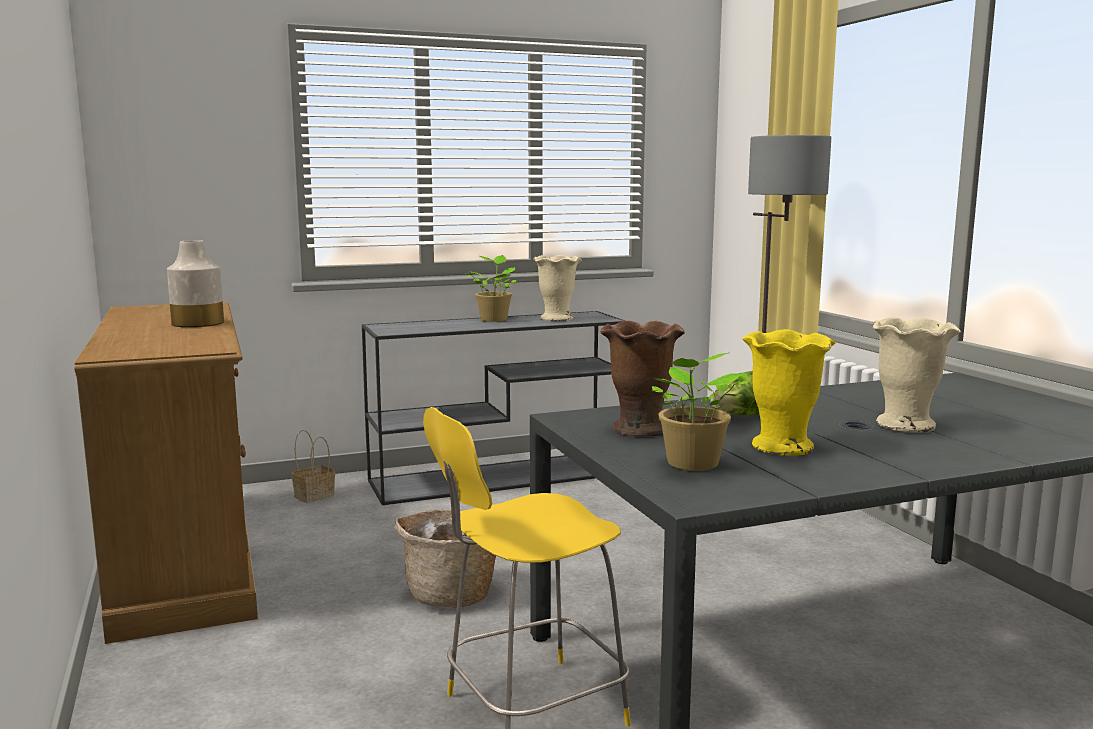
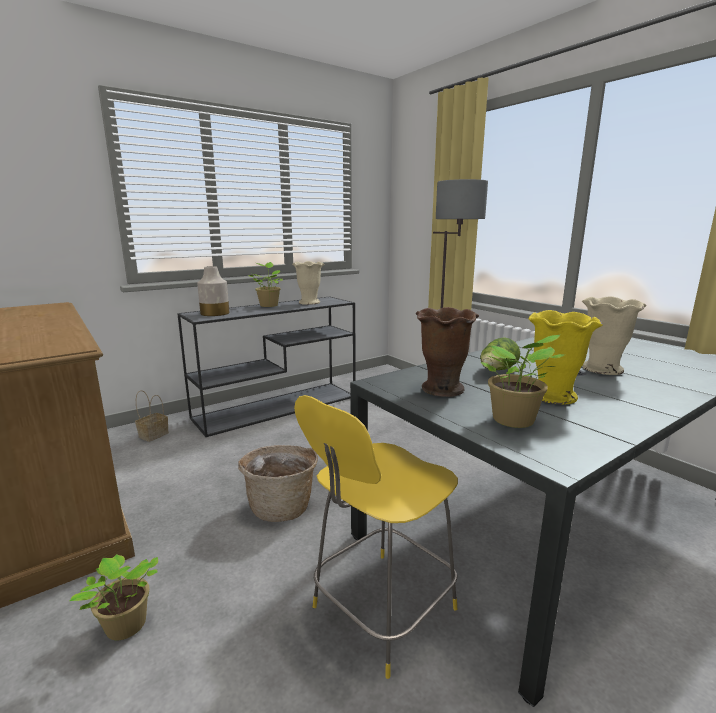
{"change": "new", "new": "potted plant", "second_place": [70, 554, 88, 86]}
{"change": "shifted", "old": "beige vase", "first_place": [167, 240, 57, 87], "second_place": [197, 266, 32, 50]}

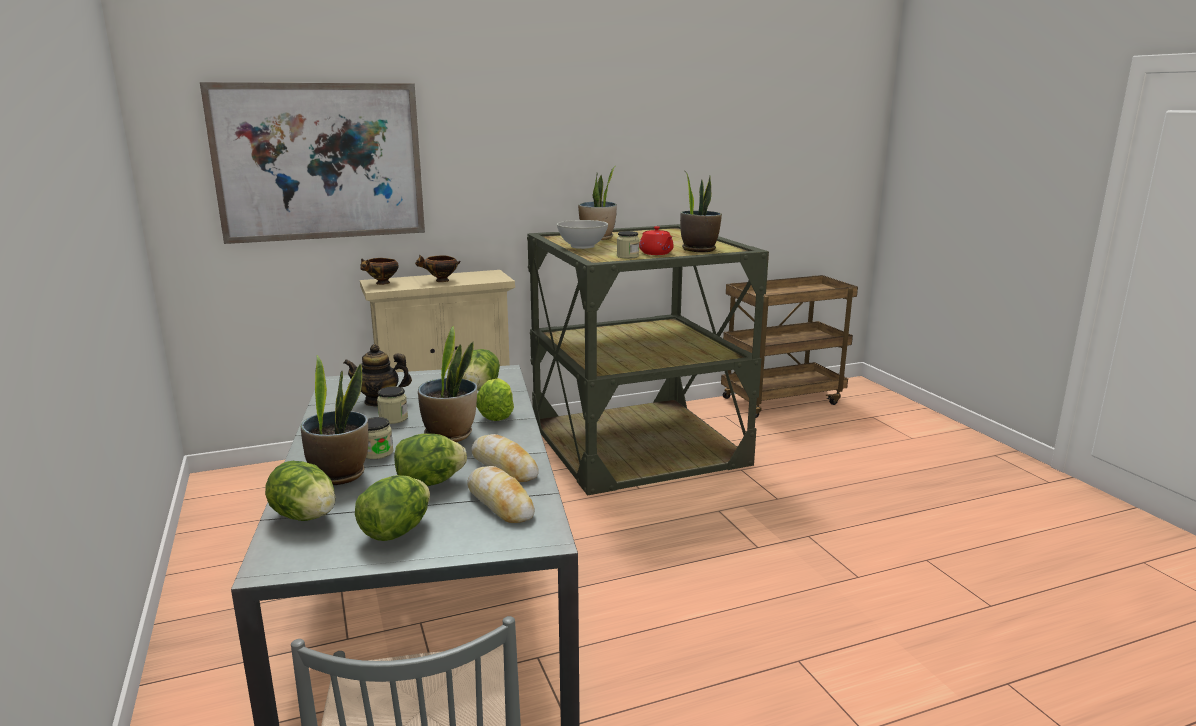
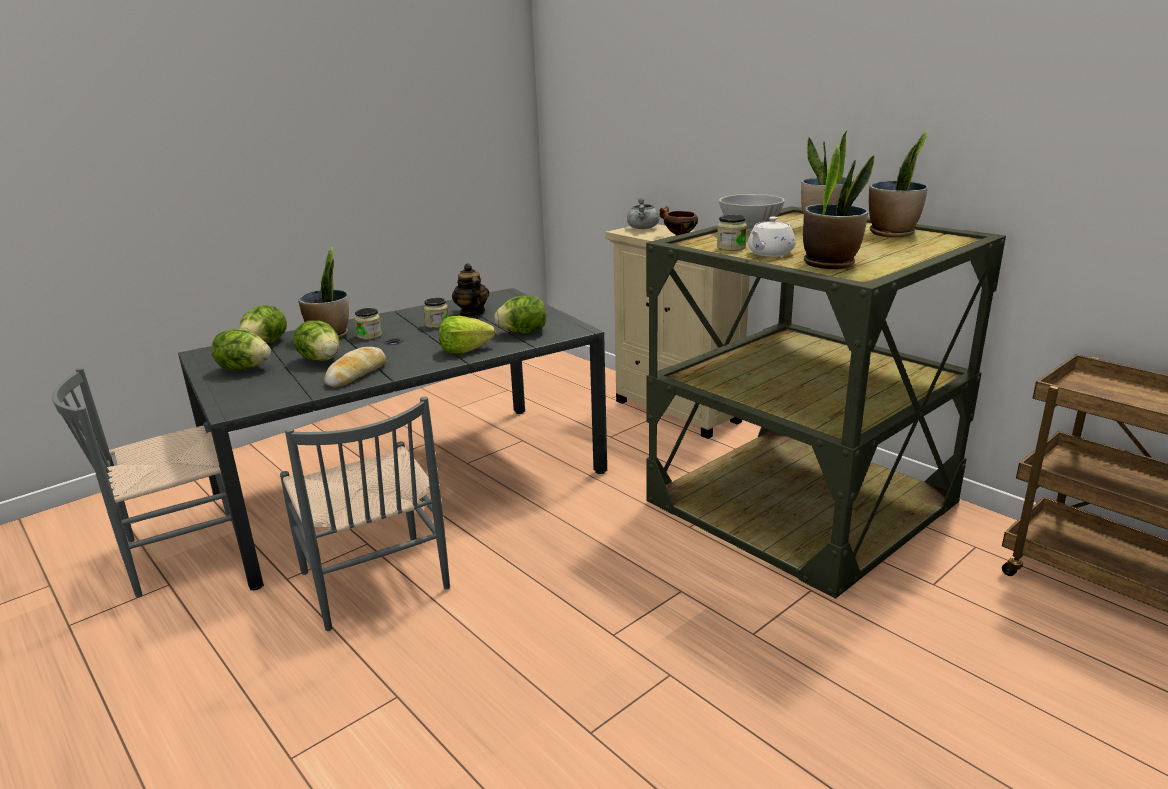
{"change": "gone", "old": "picture", "first_place": [200, 82, 225, 162]}
{"change": "gone", "old": "bread", "first_place": [467, 466, 68, 57]}
{"change": "new", "new": "grey chair", "second_place": [280, 397, 170, 234]}
{"change": "shifted", "old": "potted plant", "first_place": [418, 326, 59, 116], "second_place": [869, 129, 60, 108]}
{"change": "swapped", "old": "bowl", "new": "grey cooking pot", "first_place": [360, 258, 39, 27], "second_place": [627, 198, 32, 31]}
{"change": "repainted", "old": "red teapot", "new": "white teapot", "first_place": [639, 226, 35, 29], "second_place": [748, 217, 48, 40]}

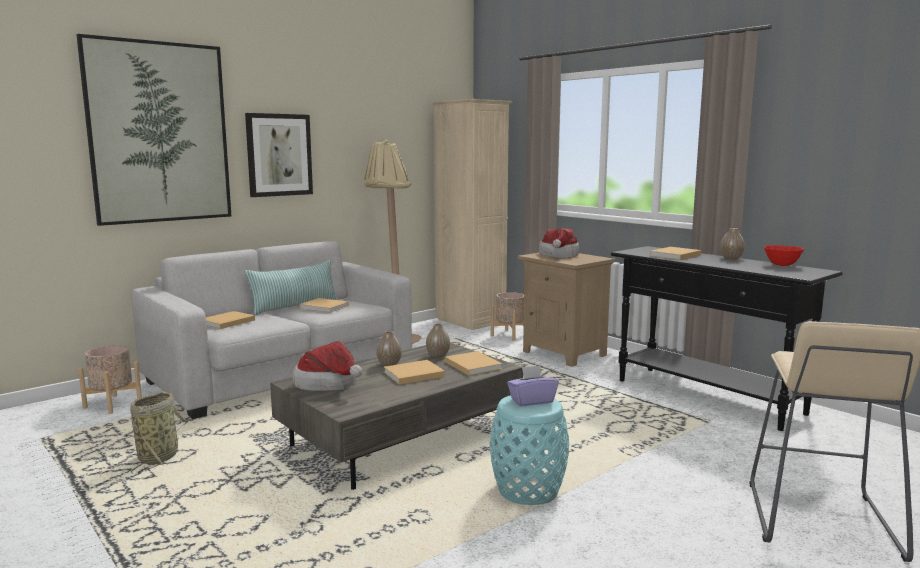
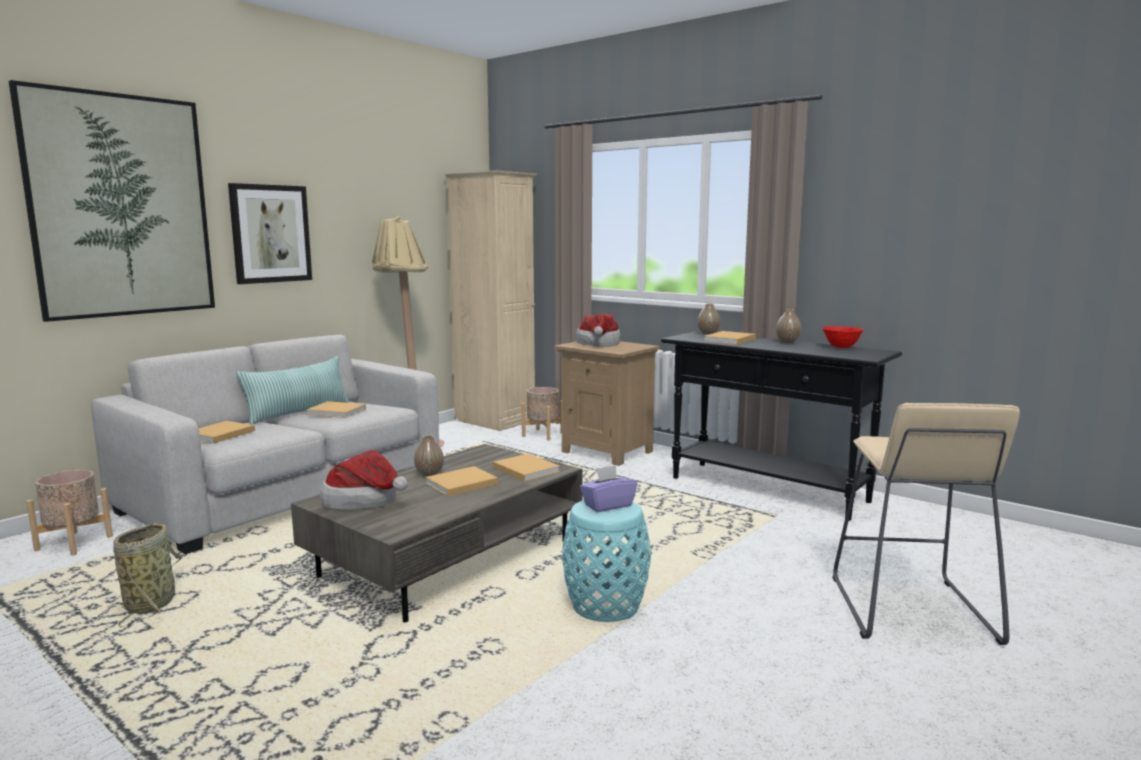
{"change": "shifted", "old": "vase", "first_place": [426, 323, 24, 34], "second_place": [697, 304, 23, 30]}

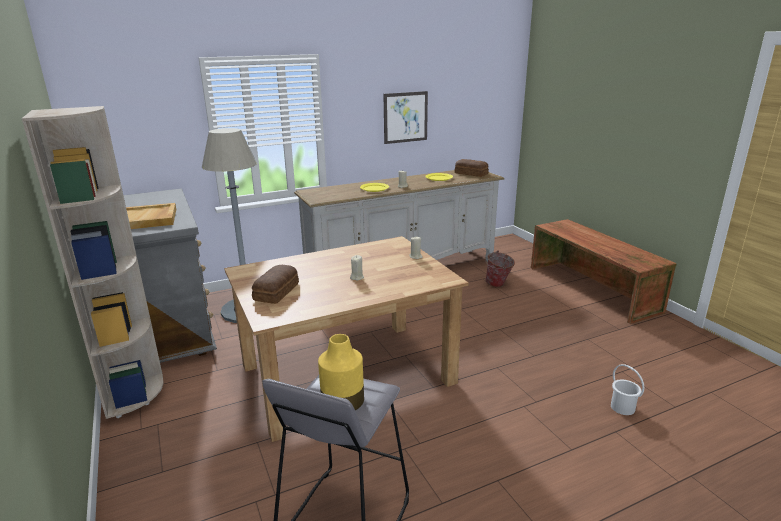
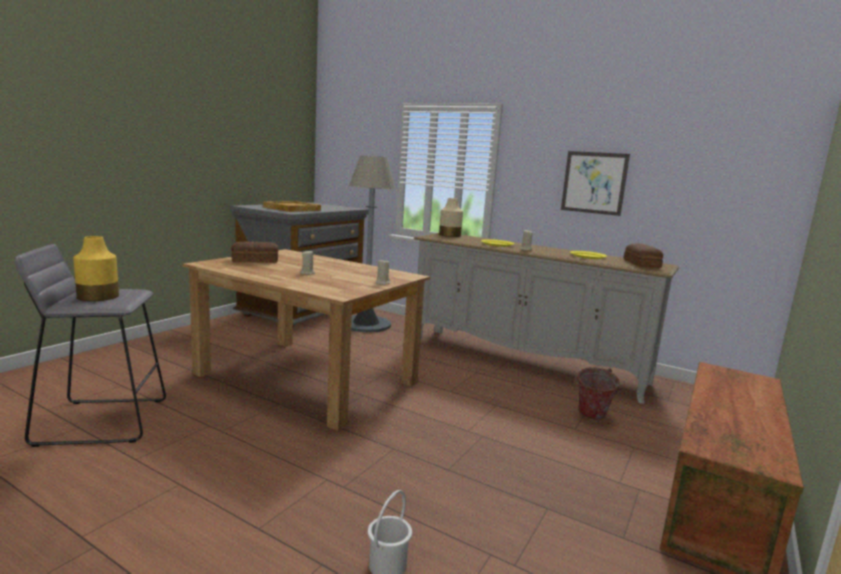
{"change": "gone", "old": "beige bookcase", "first_place": [22, 106, 141, 313]}
{"change": "new", "new": "beige vase", "second_place": [439, 198, 24, 39]}

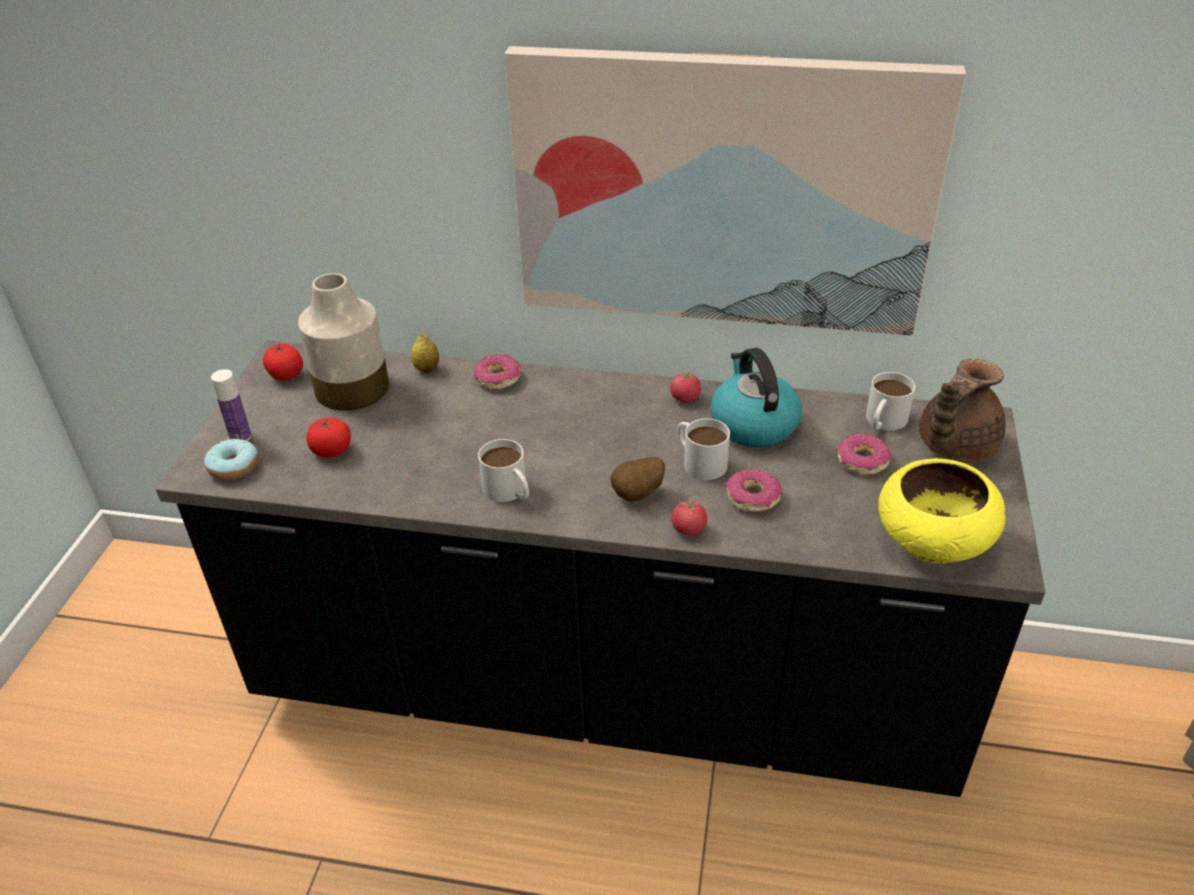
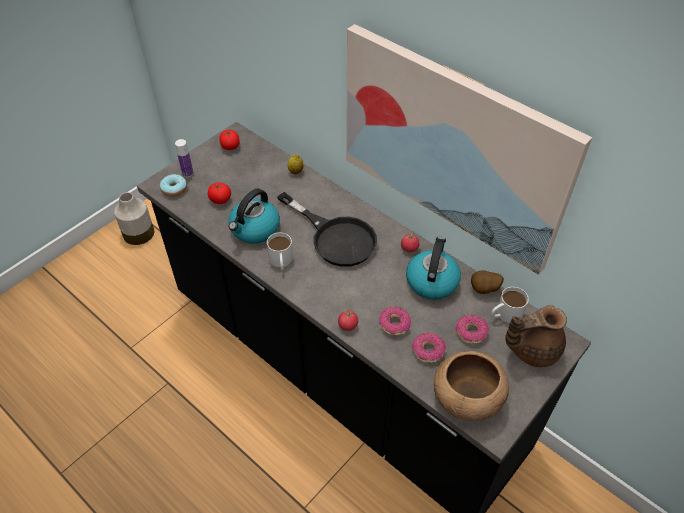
{"change": "gone", "old": "white mug", "first_place": [676, 418, 54, 62]}
{"change": "new", "new": "kettle", "second_place": [229, 189, 51, 54]}
{"change": "new", "new": "black frying pan", "second_place": [277, 192, 100, 75]}
{"change": "shifted", "old": "beige vase", "first_place": [298, 273, 91, 137], "second_place": [114, 192, 40, 53]}
{"change": "shifted", "old": "donut", "first_place": [474, 354, 47, 36], "second_place": [412, 333, 34, 30]}
{"change": "shifted", "old": "potato", "first_place": [610, 457, 55, 44], "second_place": [471, 270, 33, 24]}
{"change": "repainted", "old": "yellow bowl", "new": "brown bowl", "first_place": [878, 458, 127, 105], "second_place": [434, 351, 75, 70]}

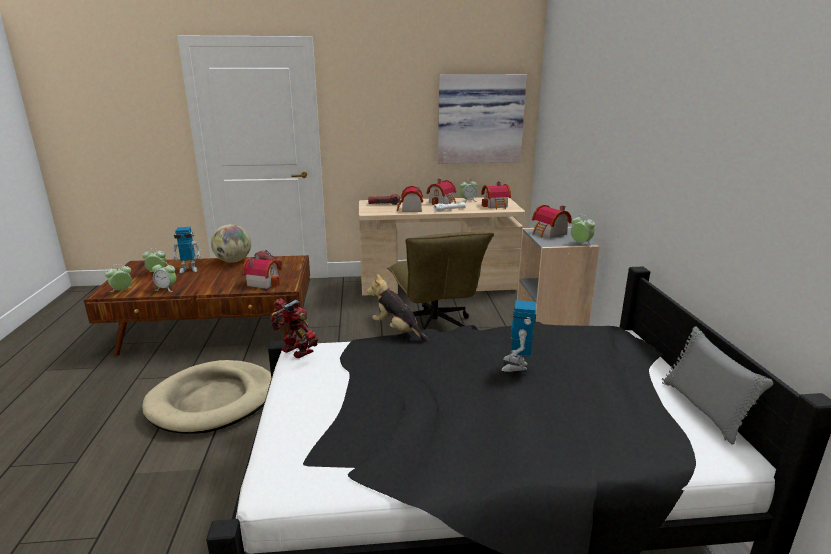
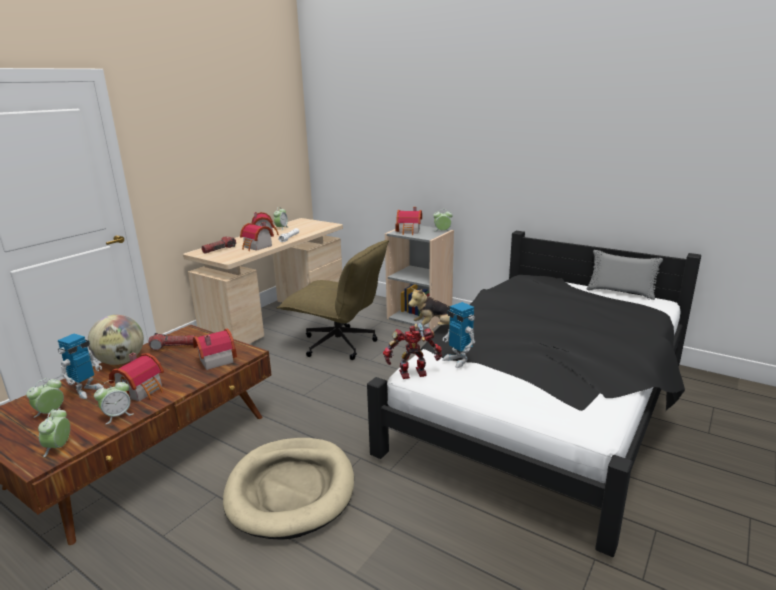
{"change": "gone", "old": "picture", "first_place": [438, 75, 89, 89]}
{"change": "shifted", "old": "toy house", "first_place": [481, 181, 30, 29], "second_place": [109, 353, 55, 49]}
{"change": "shifted", "old": "toy robot", "first_place": [501, 300, 36, 72], "second_place": [443, 302, 32, 66]}

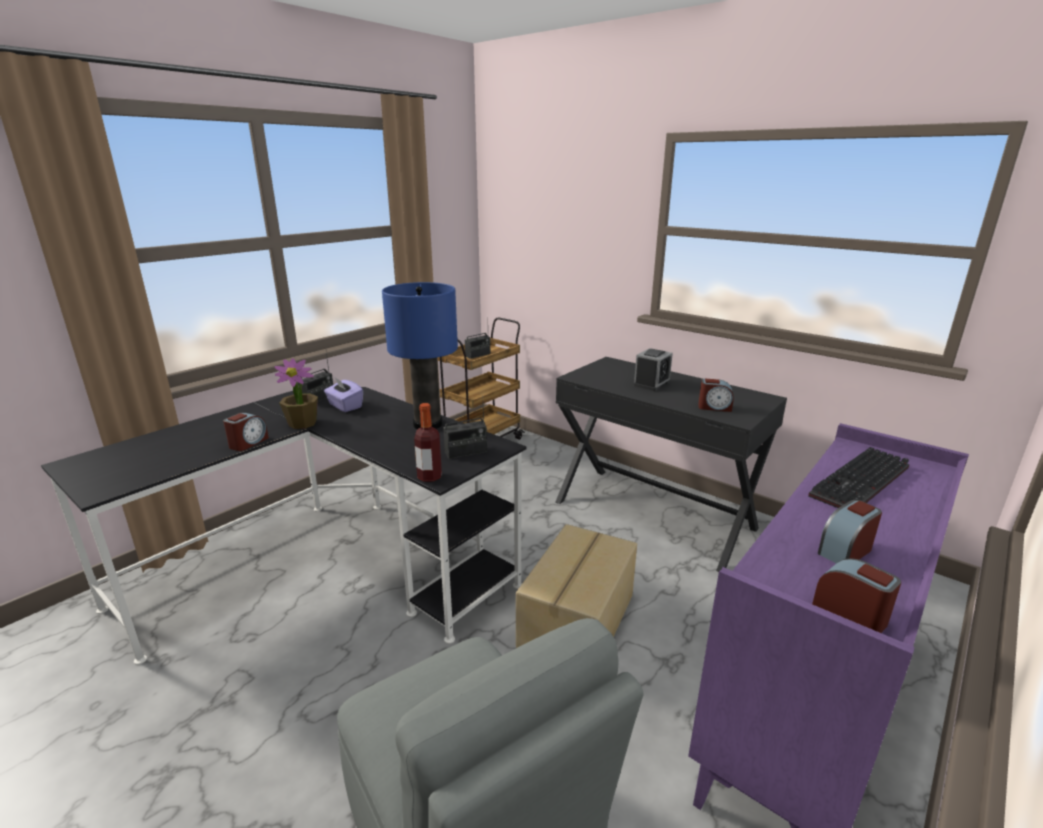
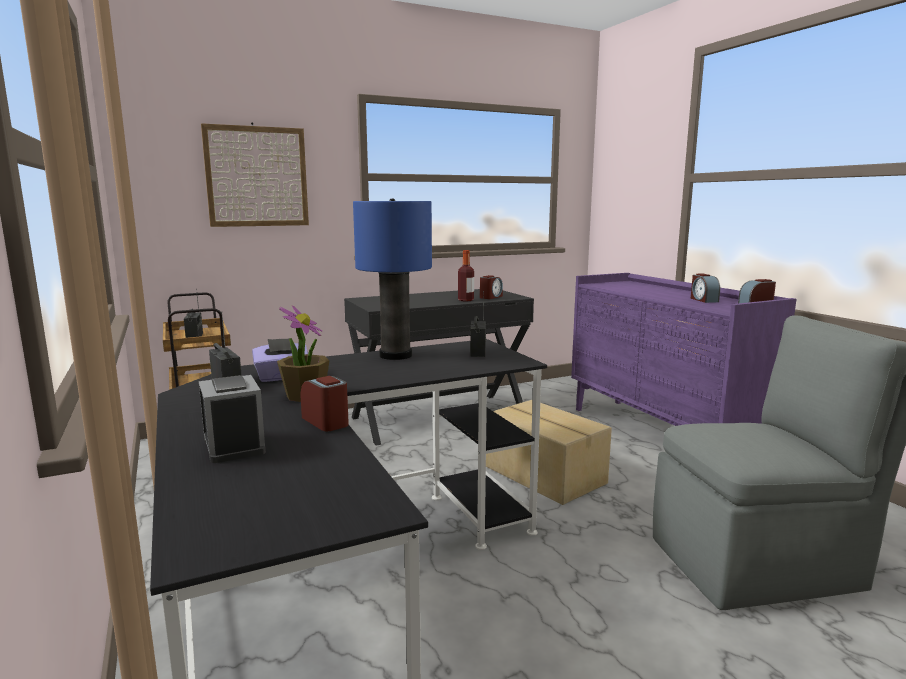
{"change": "gone", "old": "keyboard", "first_place": [808, 447, 101, 61]}
{"change": "new", "new": "picture", "second_place": [201, 123, 108, 104]}
{"change": "shifted", "old": "bottle", "first_place": [414, 403, 28, 79], "second_place": [458, 250, 16, 52]}
{"change": "shifted", "old": "alarm clock", "first_place": [633, 348, 40, 43], "second_place": [199, 375, 67, 88]}

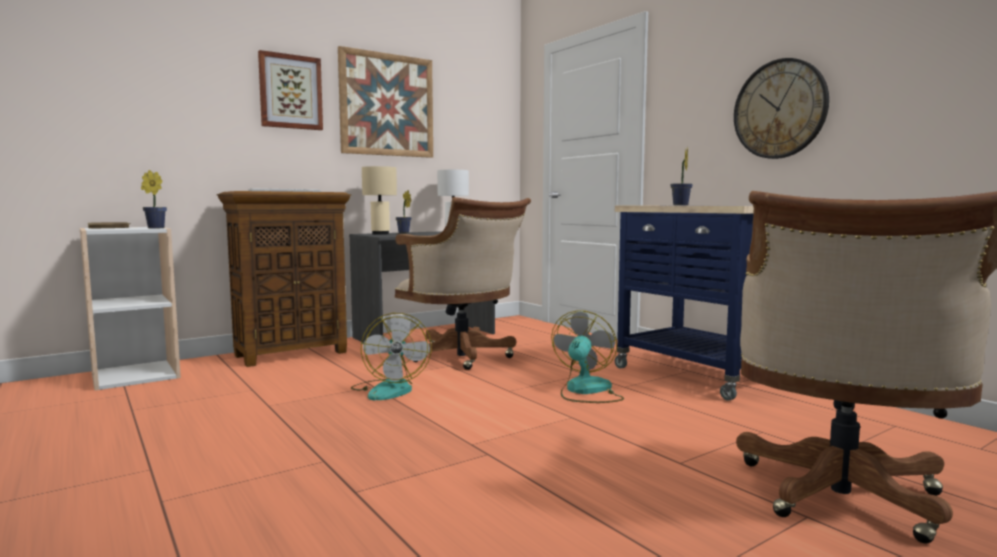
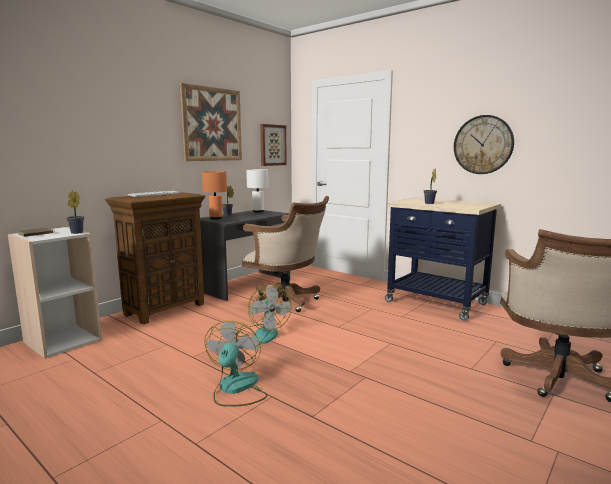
{"change": "shifted", "old": "picture", "first_place": [258, 50, 65, 80], "second_place": [260, 124, 27, 42]}
{"change": "shifted", "old": "fan", "first_place": [551, 310, 73, 93], "second_place": [204, 321, 64, 86]}
{"change": "repainted", "old": "beige table lamp", "new": "orange table lamp", "first_place": [362, 166, 35, 69], "second_place": [202, 171, 25, 49]}

